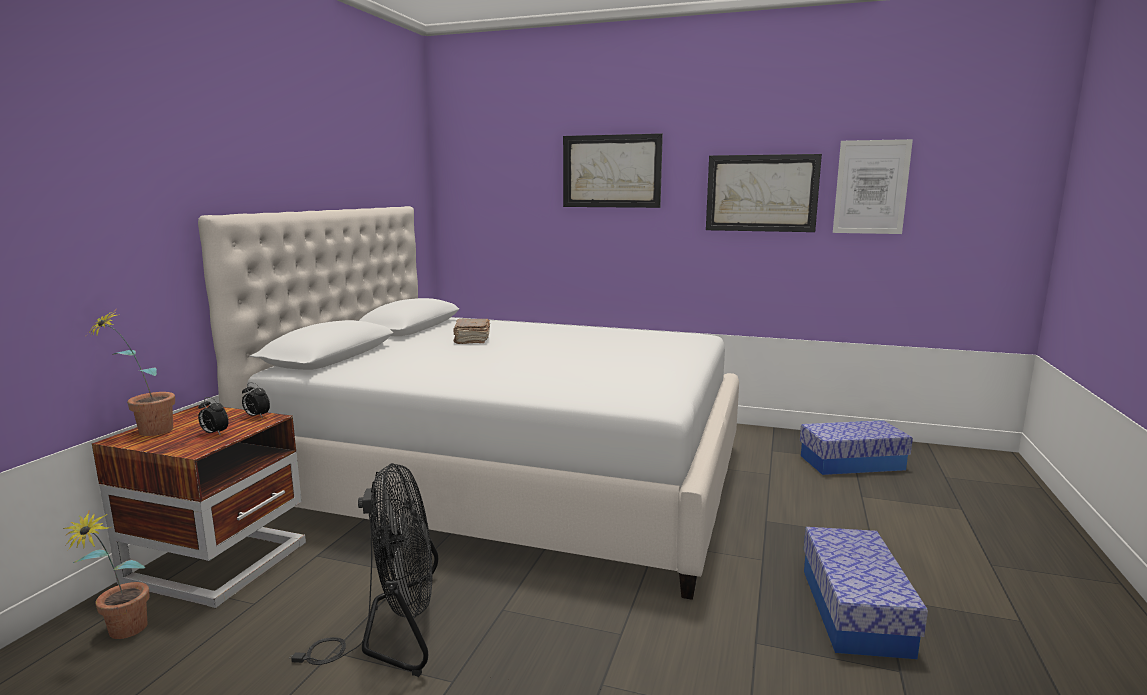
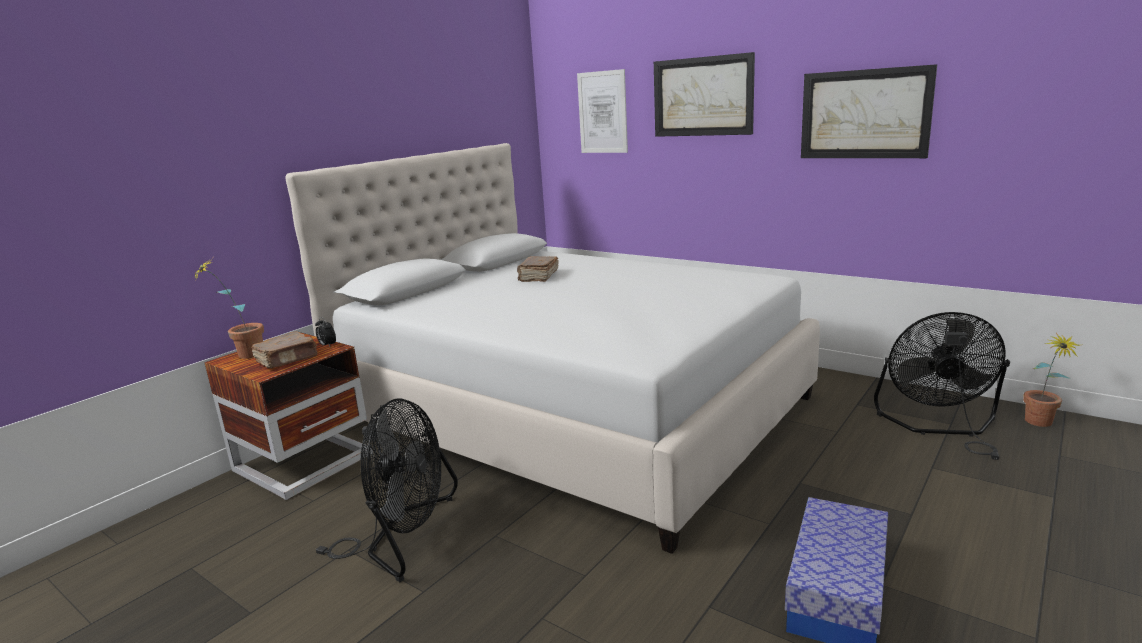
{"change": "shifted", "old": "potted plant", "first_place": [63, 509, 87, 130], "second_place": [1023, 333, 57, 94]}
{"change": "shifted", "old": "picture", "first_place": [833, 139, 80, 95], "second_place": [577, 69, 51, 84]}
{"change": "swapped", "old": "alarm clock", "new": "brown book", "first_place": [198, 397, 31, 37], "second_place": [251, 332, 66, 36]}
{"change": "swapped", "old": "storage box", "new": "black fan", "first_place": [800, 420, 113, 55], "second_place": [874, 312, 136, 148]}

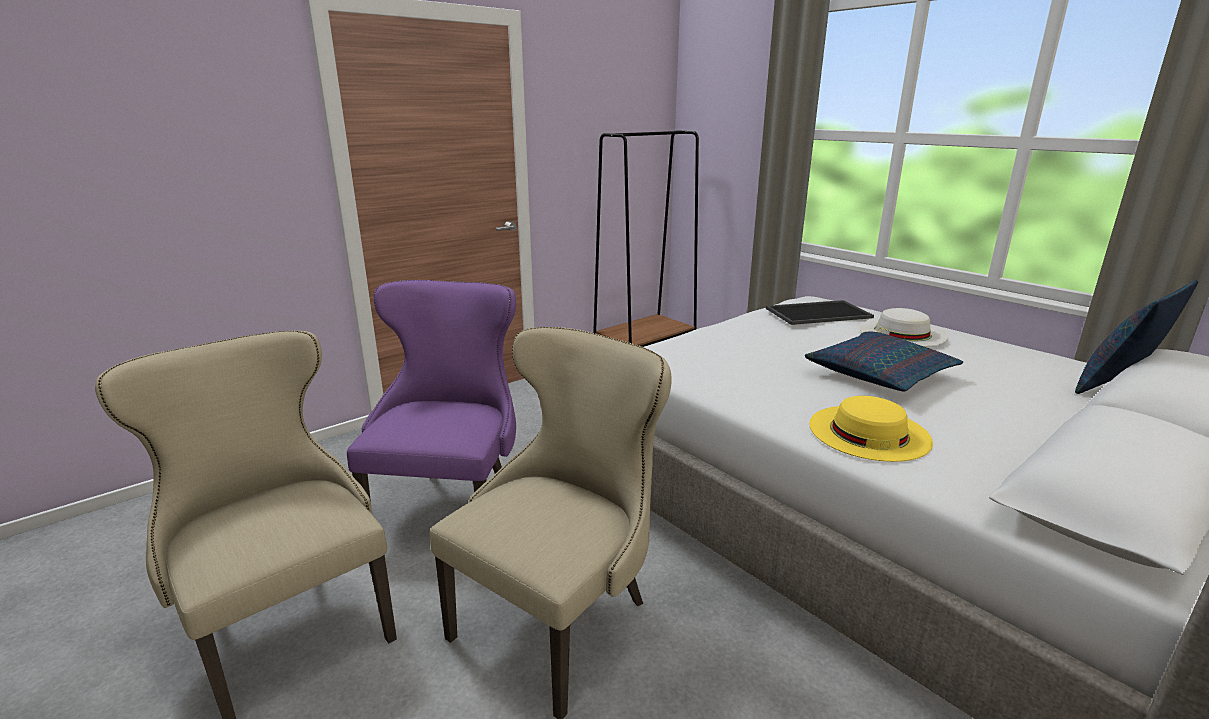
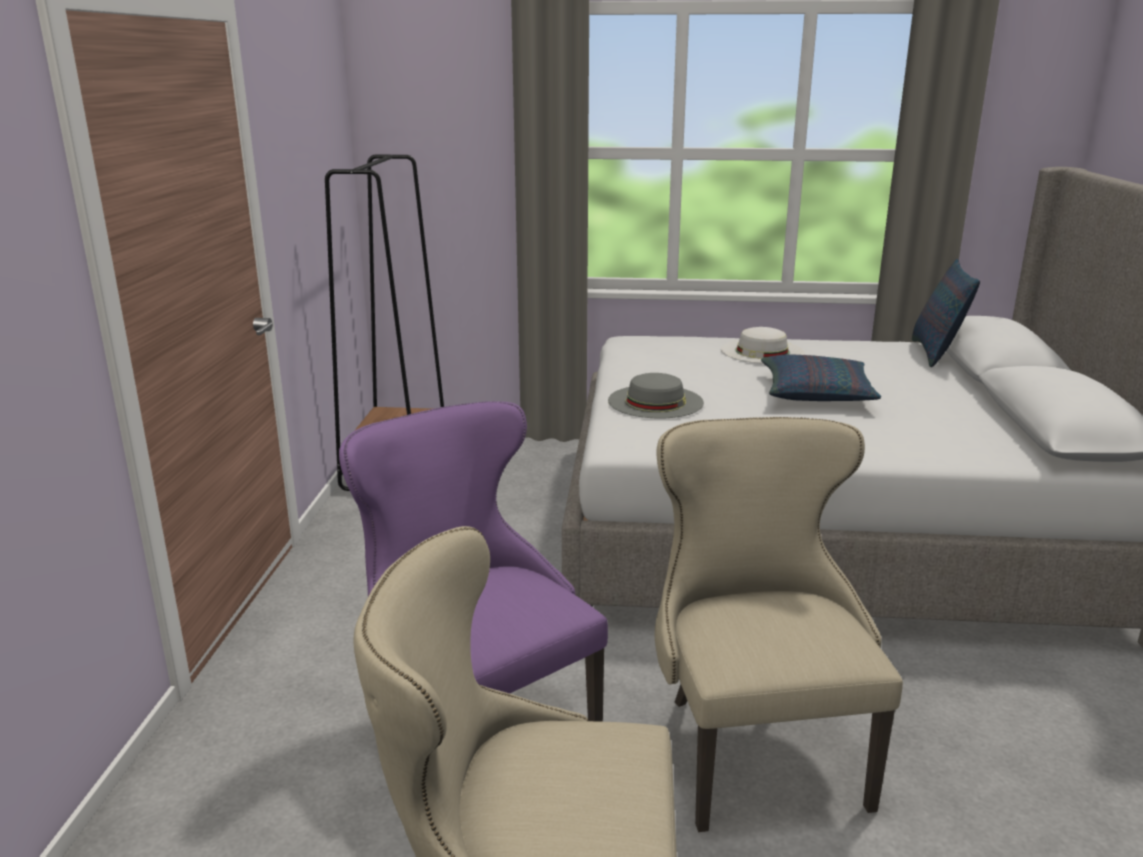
{"change": "gone", "old": "tray", "first_place": [766, 300, 108, 25]}
{"change": "gone", "old": "yellow hat", "first_place": [809, 396, 124, 66]}
{"change": "new", "new": "grey hat", "second_place": [608, 373, 96, 46]}

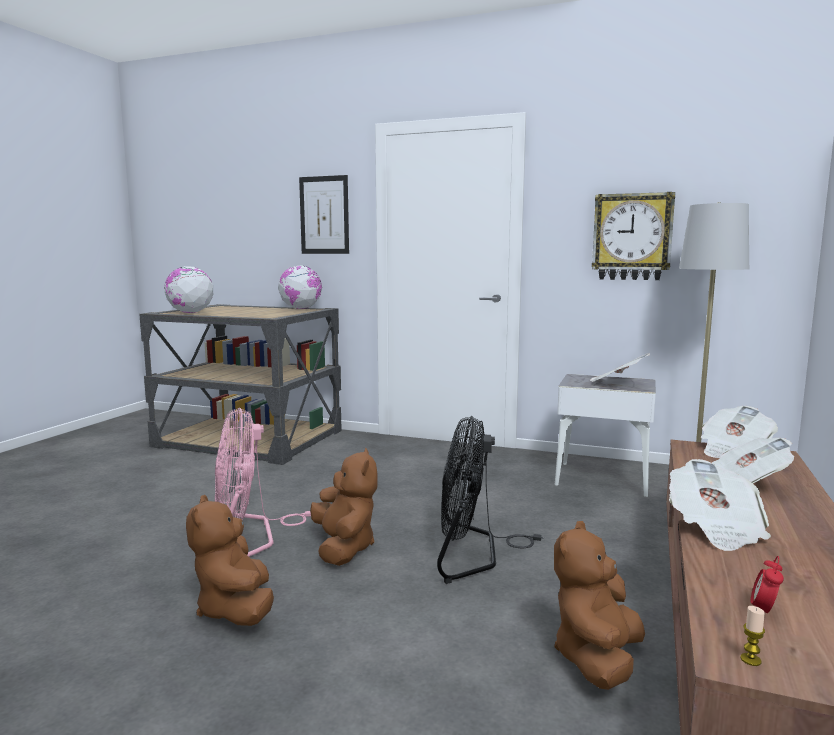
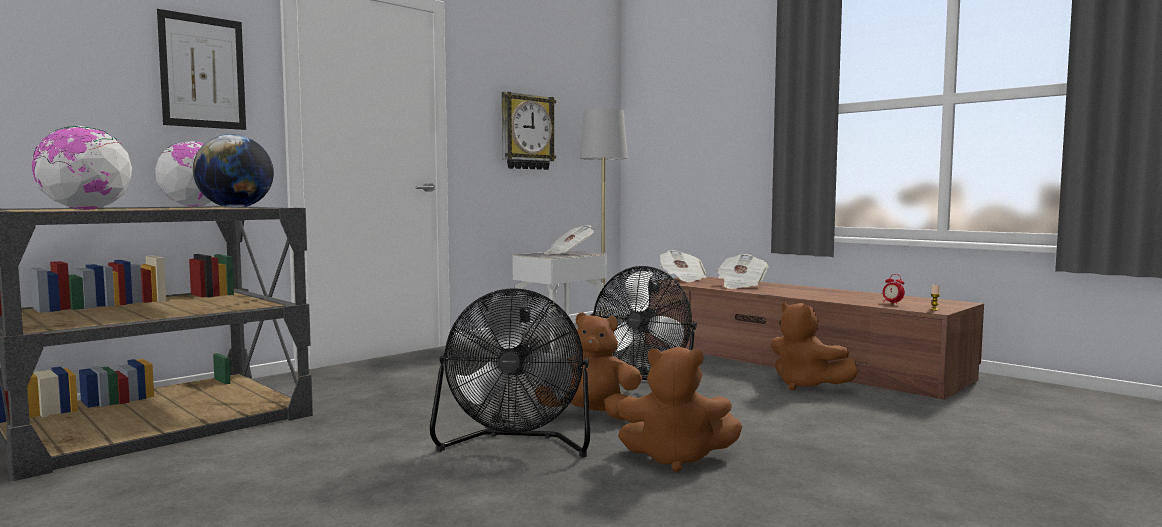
{"change": "gone", "old": "newspaper", "first_place": [669, 459, 102, 92]}
{"change": "new", "new": "globe", "second_place": [193, 134, 81, 74]}
{"change": "repainted", "old": "pink fan", "new": "black fan", "first_place": [215, 408, 96, 149], "second_place": [430, 288, 160, 170]}

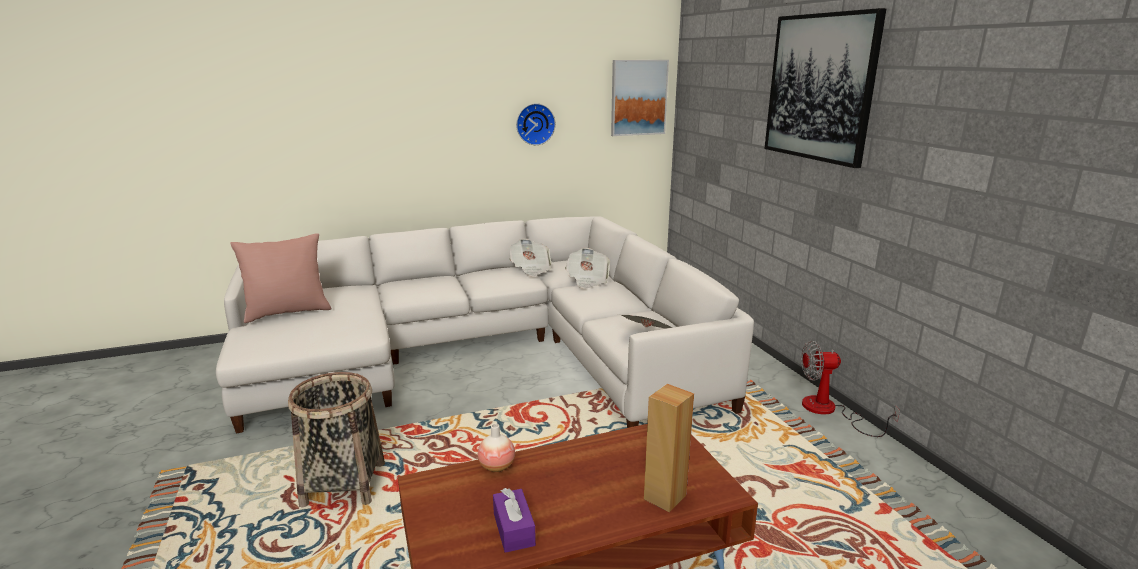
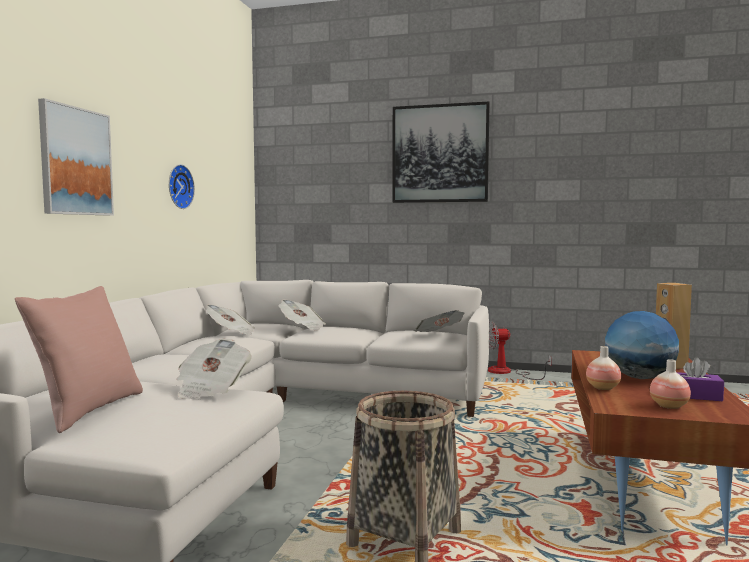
{"change": "new", "new": "newspaper", "second_place": [176, 339, 75, 60]}
{"change": "new", "new": "globe", "second_place": [605, 311, 74, 68]}
{"change": "new", "new": "vase", "second_place": [650, 359, 41, 50]}
{"change": "shifted", "old": "picture", "first_place": [611, 60, 58, 76], "second_place": [38, 98, 76, 118]}
{"change": "rotated", "old": "fan", "first_place": [801, 341, 99, 96], "second_place": [488, 321, 64, 59], "degrees": 45}

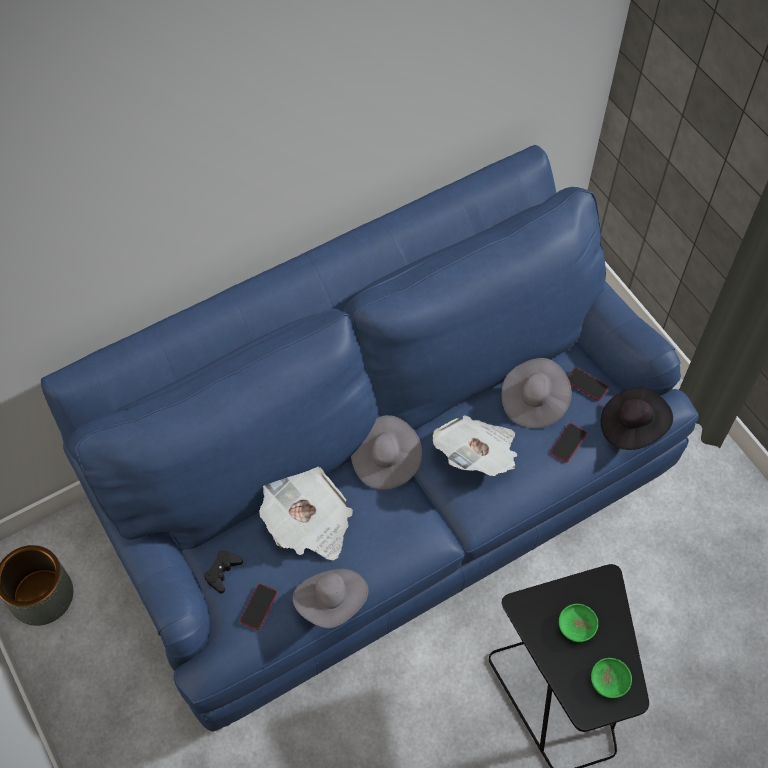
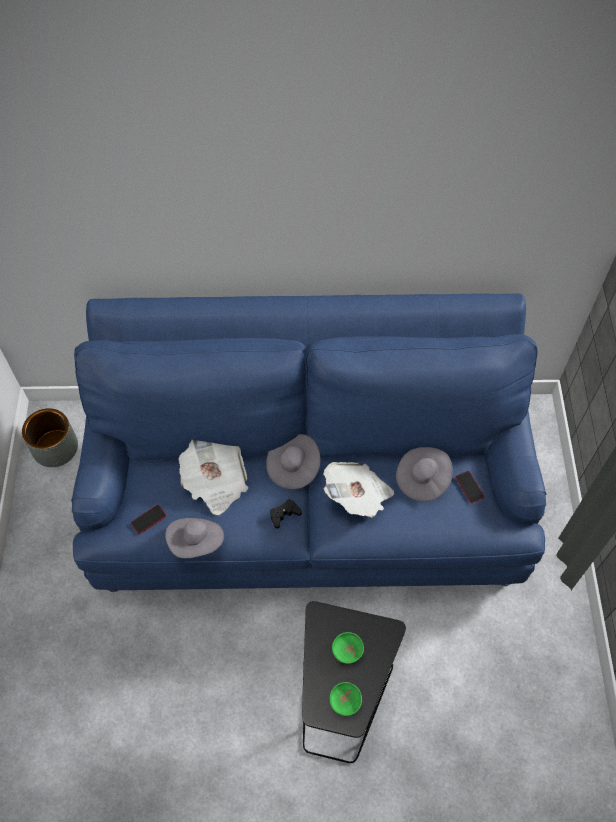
{"change": "gone", "old": "phone", "first_place": [550, 423, 37, 39]}
{"change": "gone", "old": "black hat", "first_place": [601, 387, 72, 63]}
{"change": "shifted", "old": "black game controller", "first_place": [204, 551, 39, 42], "second_place": [270, 499, 32, 29]}

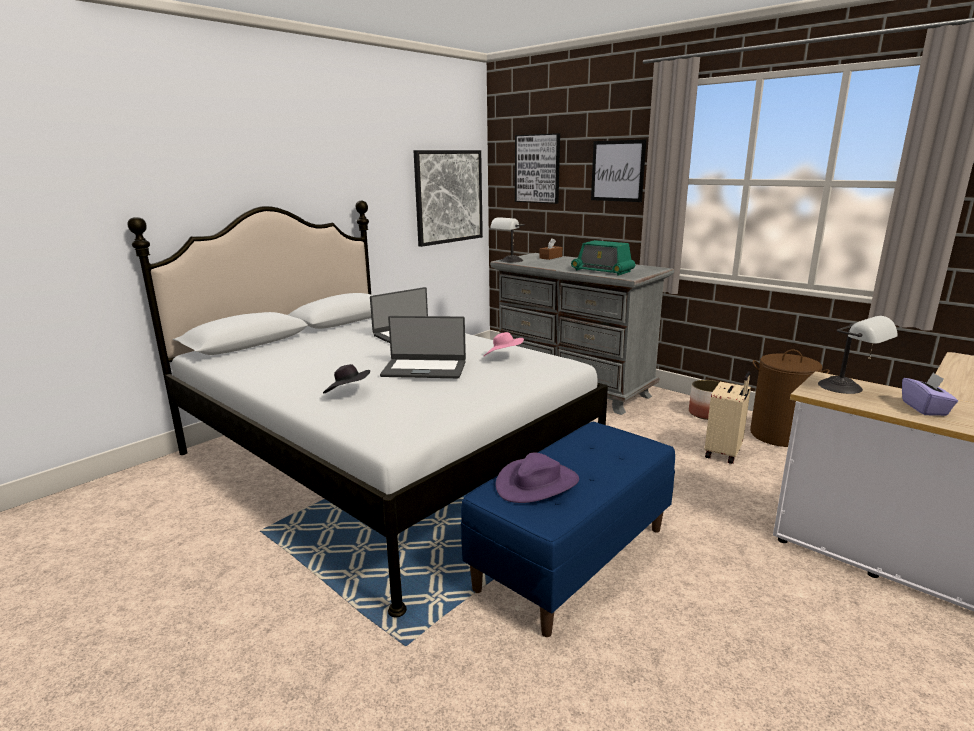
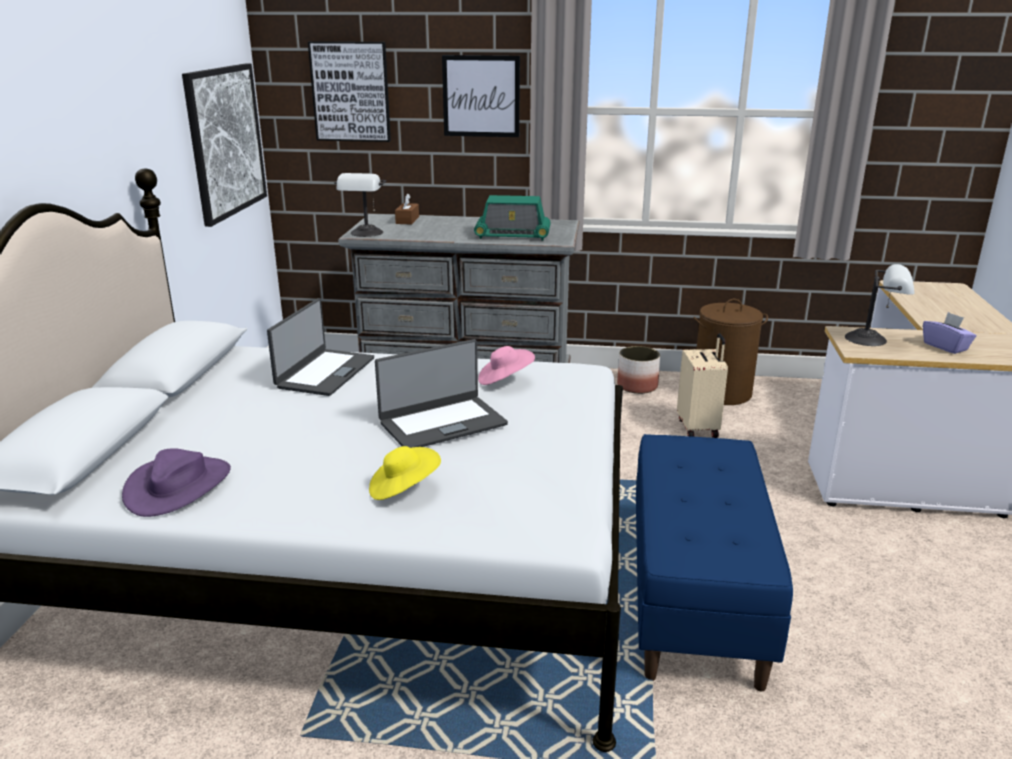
{"change": "shifted", "old": "purple hat", "first_place": [495, 453, 84, 50], "second_place": [122, 448, 109, 69]}
{"change": "repainted", "old": "black hat", "new": "yellow hat", "first_place": [323, 364, 47, 30], "second_place": [369, 446, 72, 54]}

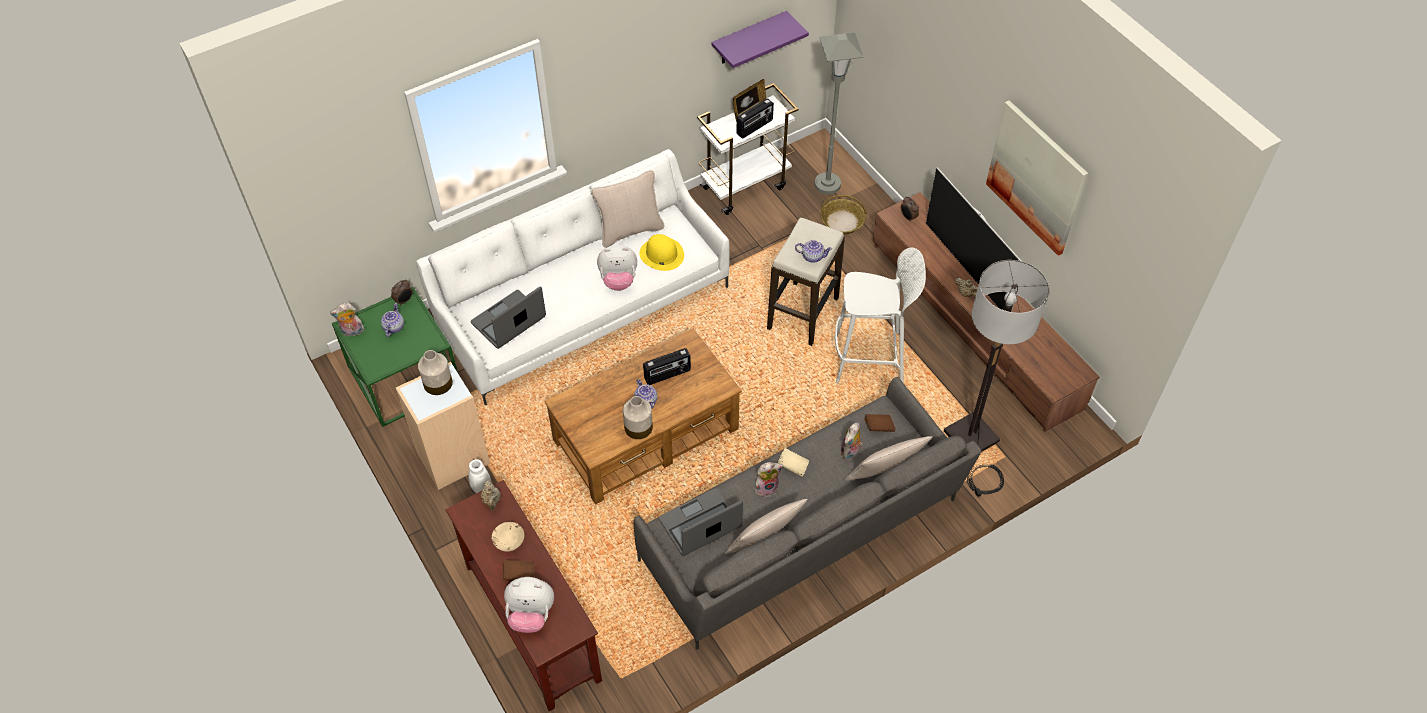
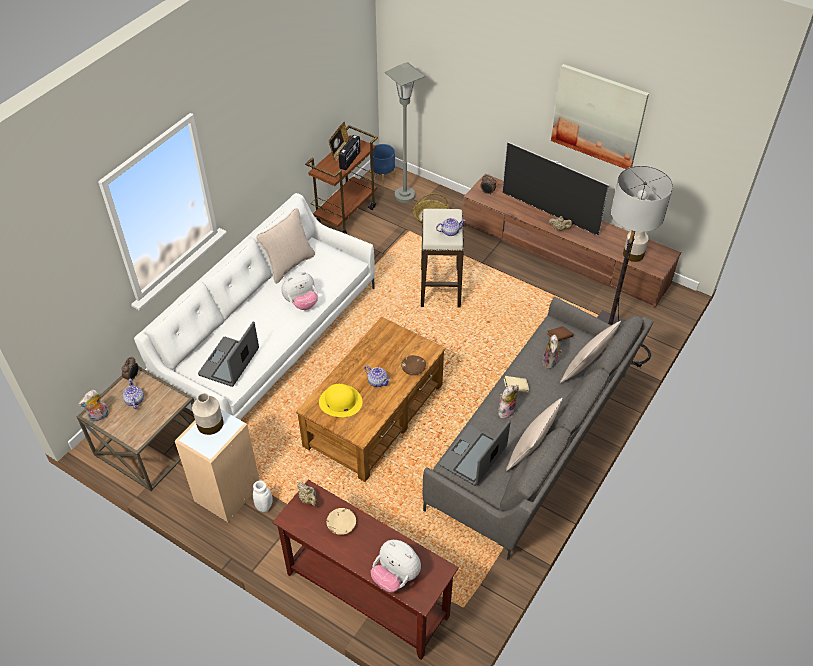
{"change": "gone", "old": "brown book", "first_place": [503, 560, 32, 21]}
{"change": "gone", "old": "radio", "first_place": [643, 348, 48, 37]}
{"change": "gone", "old": "purple shelf", "first_place": [711, 11, 98, 57]}
{"change": "gone", "old": "white stool", "first_place": [834, 248, 92, 135]}
{"change": "new", "new": "blue planter", "second_place": [370, 144, 25, 42]}
{"change": "new", "new": "brown bowl", "second_place": [401, 355, 25, 20]}
{"change": "shifted", "old": "beige vase", "first_place": [623, 396, 30, 43], "second_place": [623, 231, 26, 31]}
{"change": "shifted", "old": "yellow hat", "first_place": [639, 234, 45, 37], "second_place": [319, 384, 43, 33]}
{"change": "repainted", "old": "green side table", "new": "brown side table", "first_place": [332, 287, 126, 140], "second_place": [77, 366, 117, 125]}
{"change": "repainted", "old": "white cart", "new": "brown cart", "first_place": [697, 83, 101, 132], "second_place": [305, 125, 73, 109]}
{"change": "rotated", "old": "plush toy", "first_place": [504, 577, 50, 56], "second_place": [371, 540, 50, 53], "degrees": 60}

